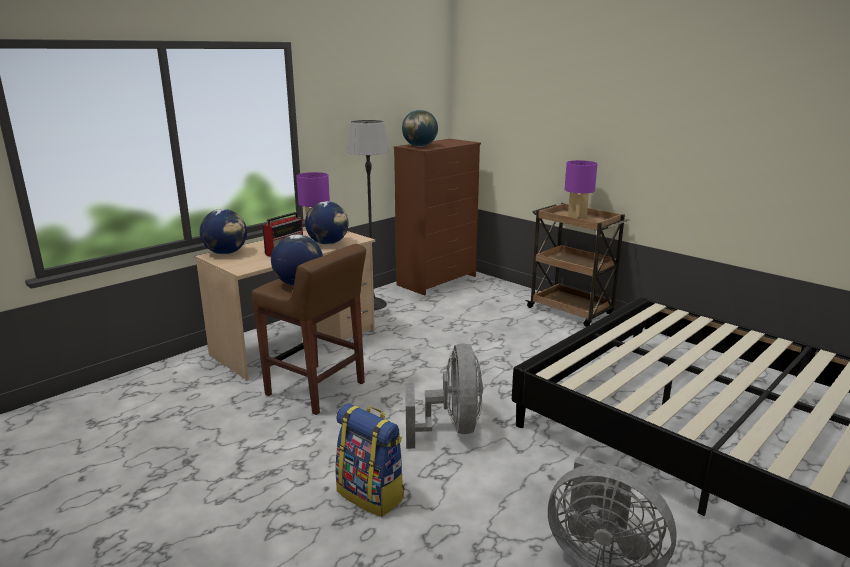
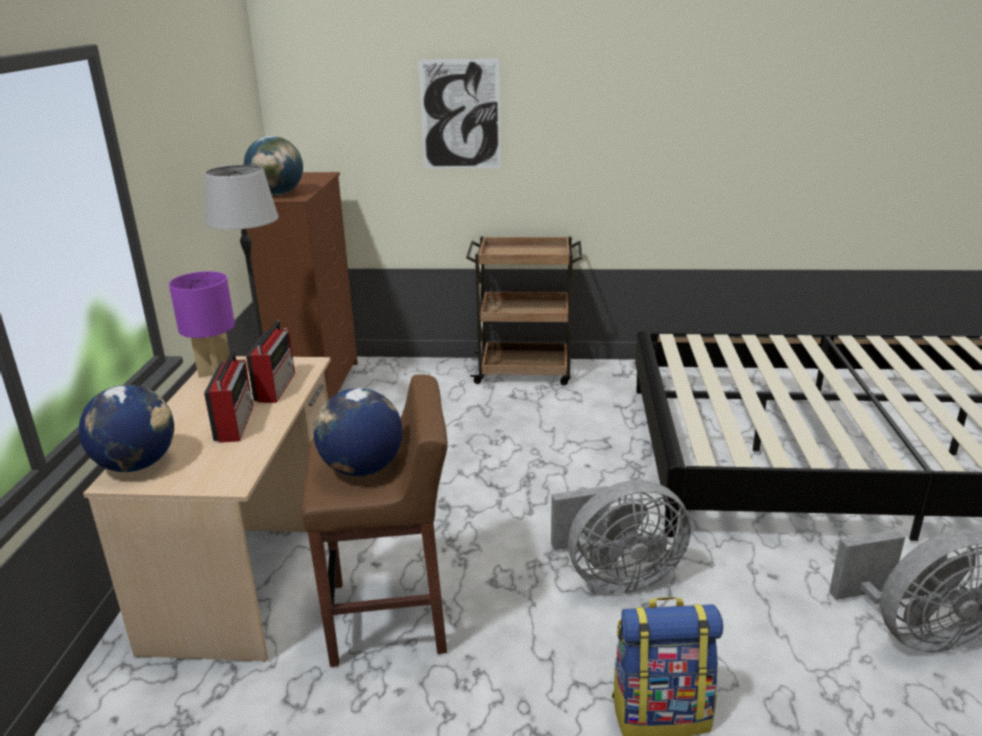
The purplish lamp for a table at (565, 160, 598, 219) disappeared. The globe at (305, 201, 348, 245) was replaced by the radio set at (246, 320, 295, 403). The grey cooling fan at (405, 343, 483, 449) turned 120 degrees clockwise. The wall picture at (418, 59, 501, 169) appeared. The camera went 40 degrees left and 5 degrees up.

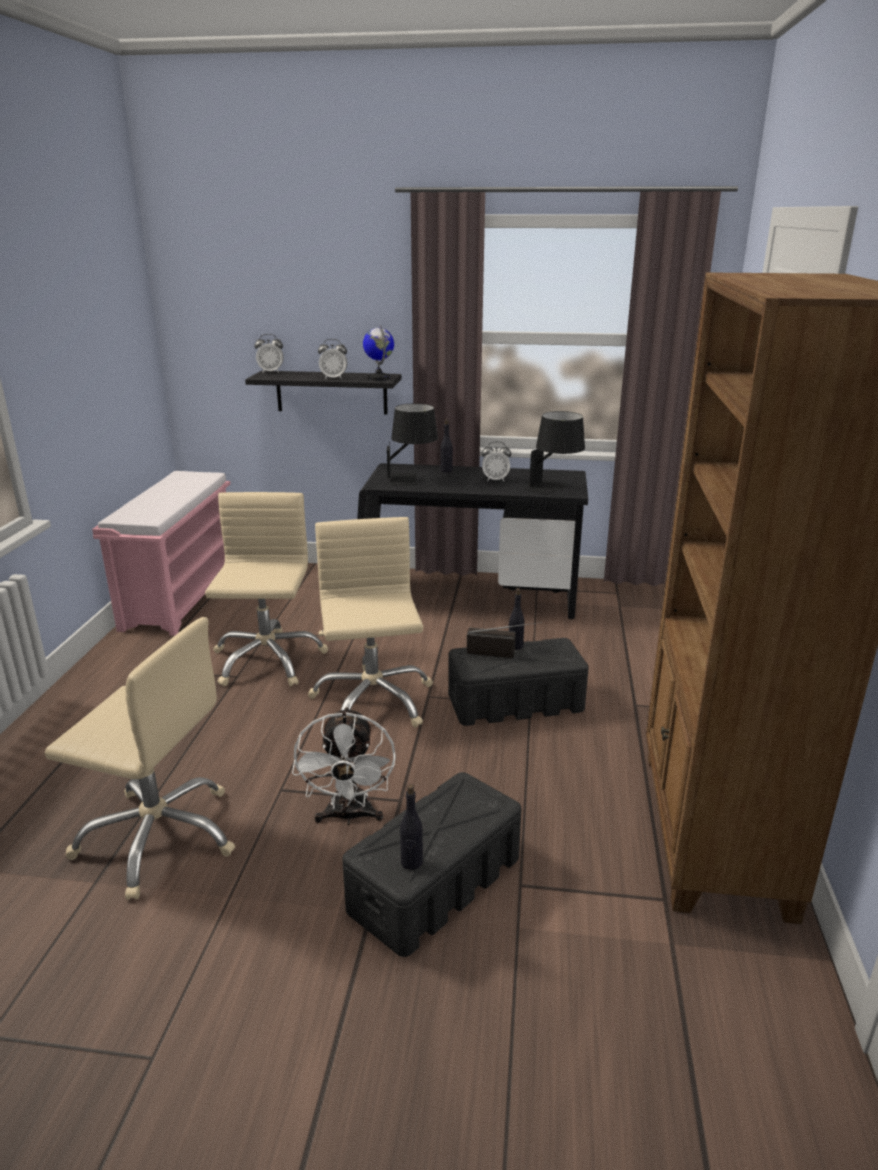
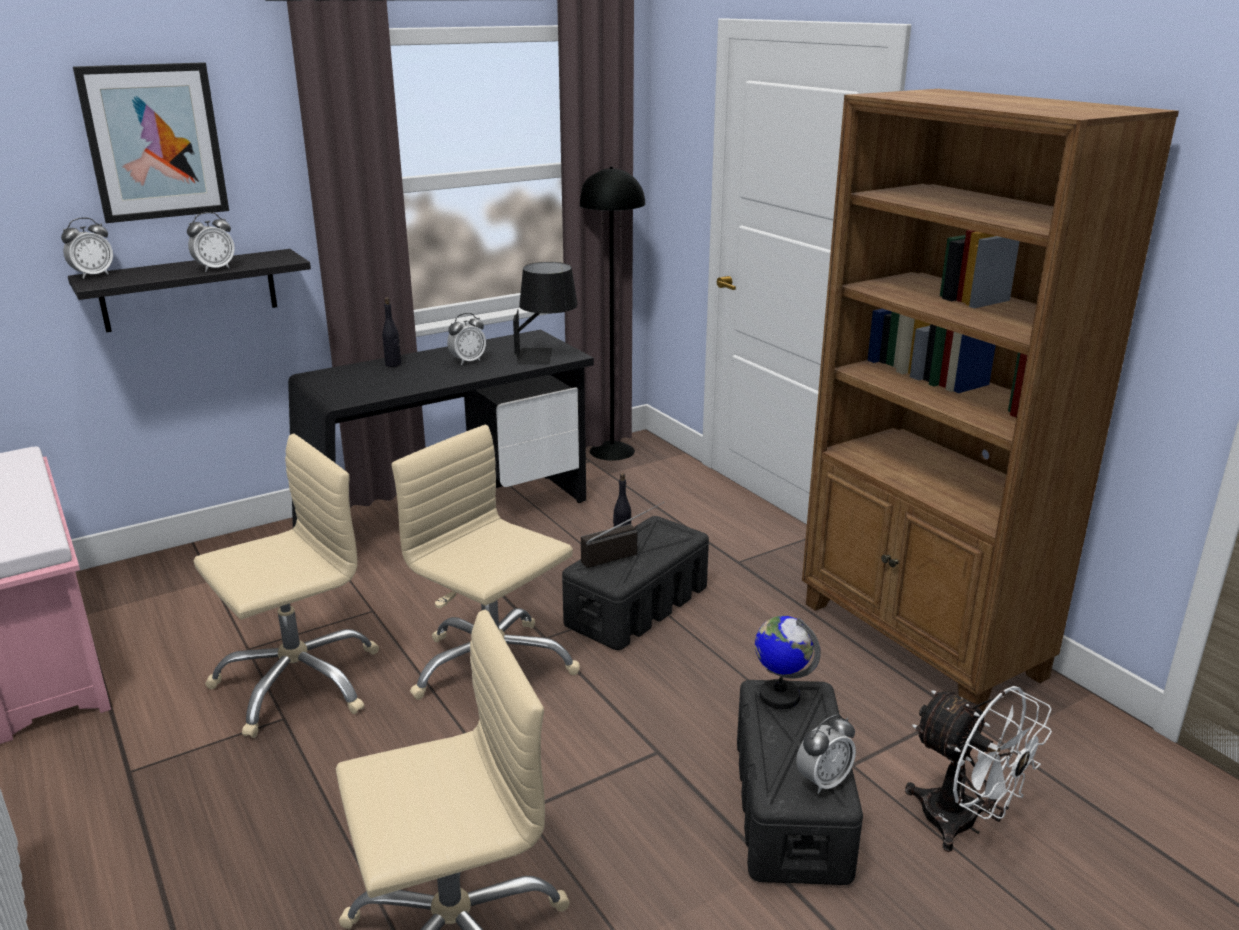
The globe moved from (363, 325, 394, 381) to (755, 616, 821, 709). The blackish lamp for a table at (387, 403, 438, 486) disappeared. The beige desk chair at (205, 492, 328, 686) turned 90 degrees clockwise. The white cooling fan moved from (292, 706, 396, 825) to (905, 686, 1052, 852). The blackish drink bottle at (400, 784, 423, 870) was replaced by the alarm clock at (796, 714, 856, 794). The wall picture at (73, 62, 229, 223) appeared. The blackish floor lamp at (580, 167, 645, 461) appeared. The camera went 40 degrees left and 0 degrees up.

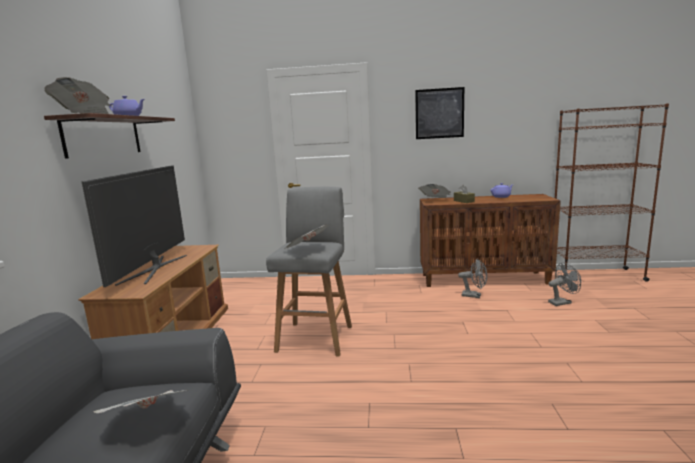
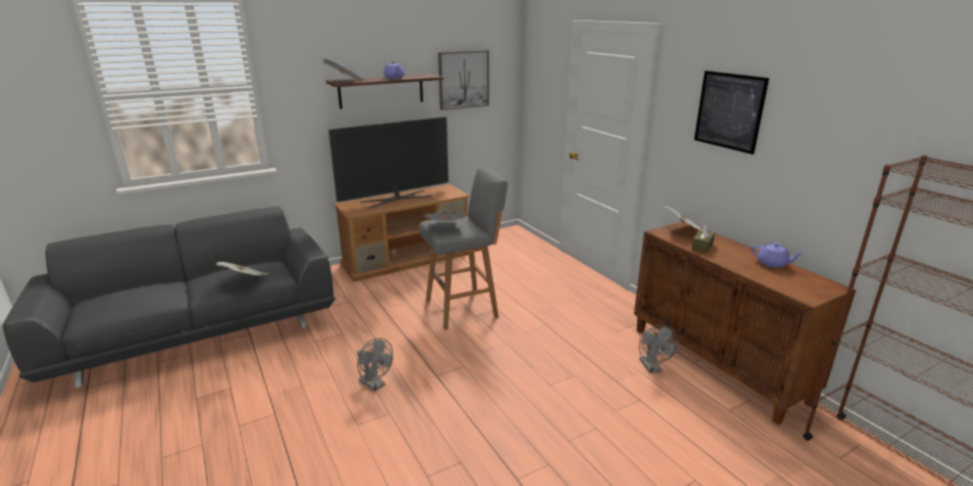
The grey cooling fan moved from (548, 263, 581, 306) to (357, 338, 393, 391). The wall picture at (438, 50, 489, 110) appeared. The camera went 55 degrees right and 10 degrees up.

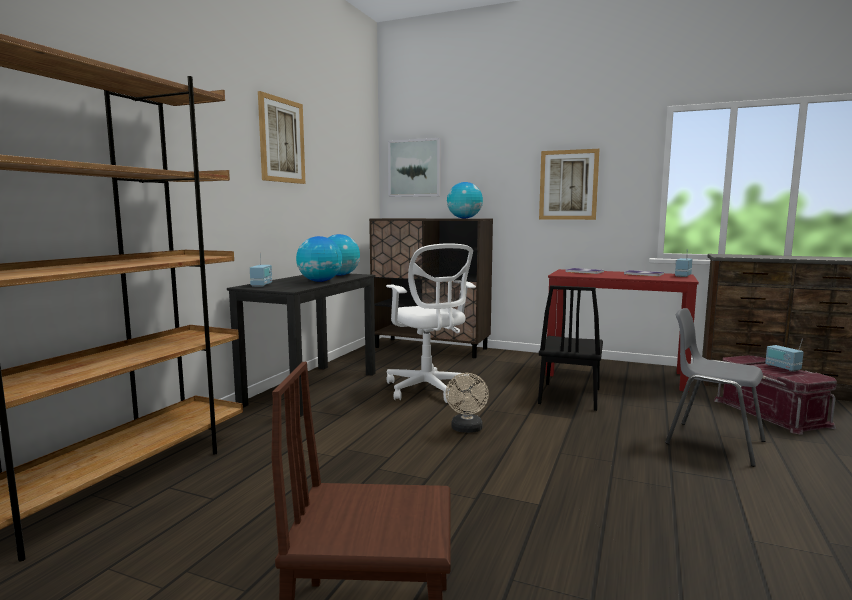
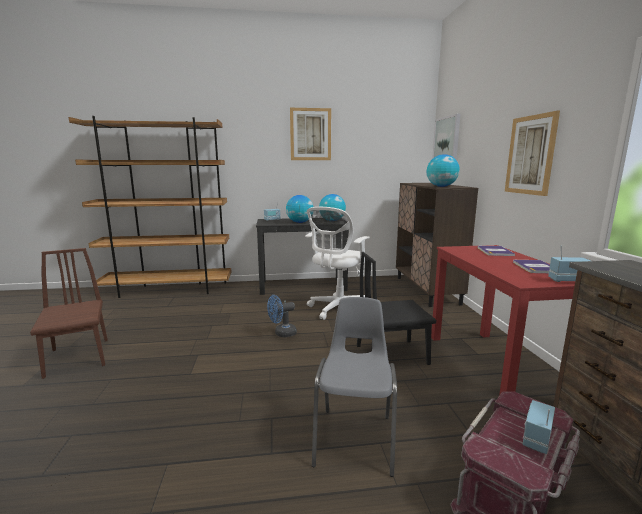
The beige cooling fan at (446, 373, 489, 433) became the blue-coloured cooling fan at (267, 295, 297, 337). The camera went 60 degrees right and 5 degrees up.

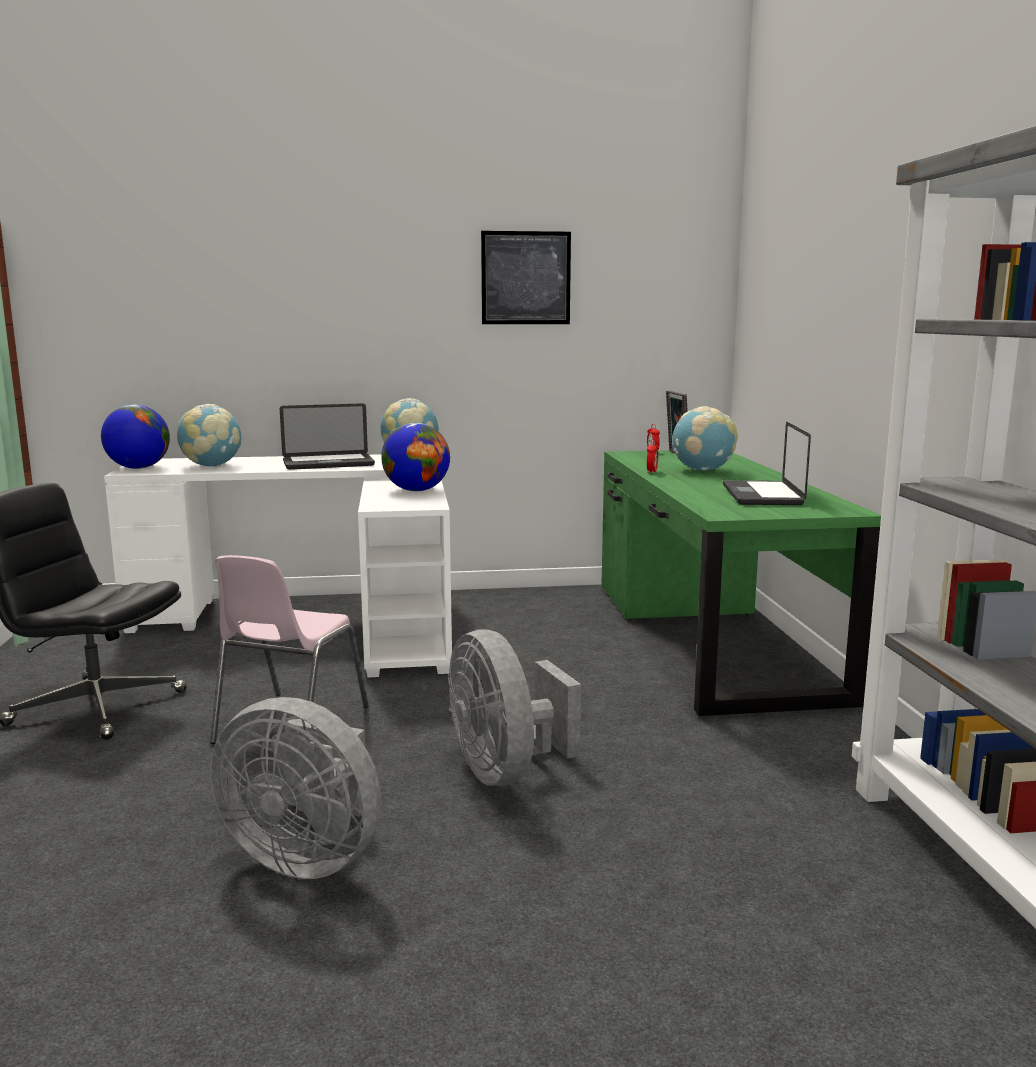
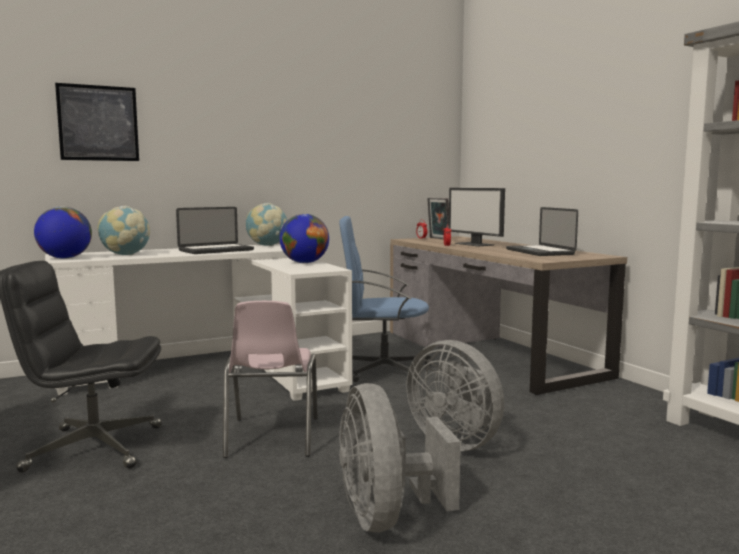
The wall picture moved from (481, 231, 571, 324) to (55, 83, 139, 161). The globe at (672, 406, 738, 471) was replaced by the computer screen at (449, 188, 505, 246). The greenish desk unit at (601, 450, 881, 716) became the brown-coloured desk unit at (390, 236, 627, 395). The grey cooling fan at (210, 697, 381, 879) turned 75 degrees clockwise. The blue-coloured desk chair at (339, 216, 431, 382) appeared. The camera went 20 degrees left and 5 degrees down.

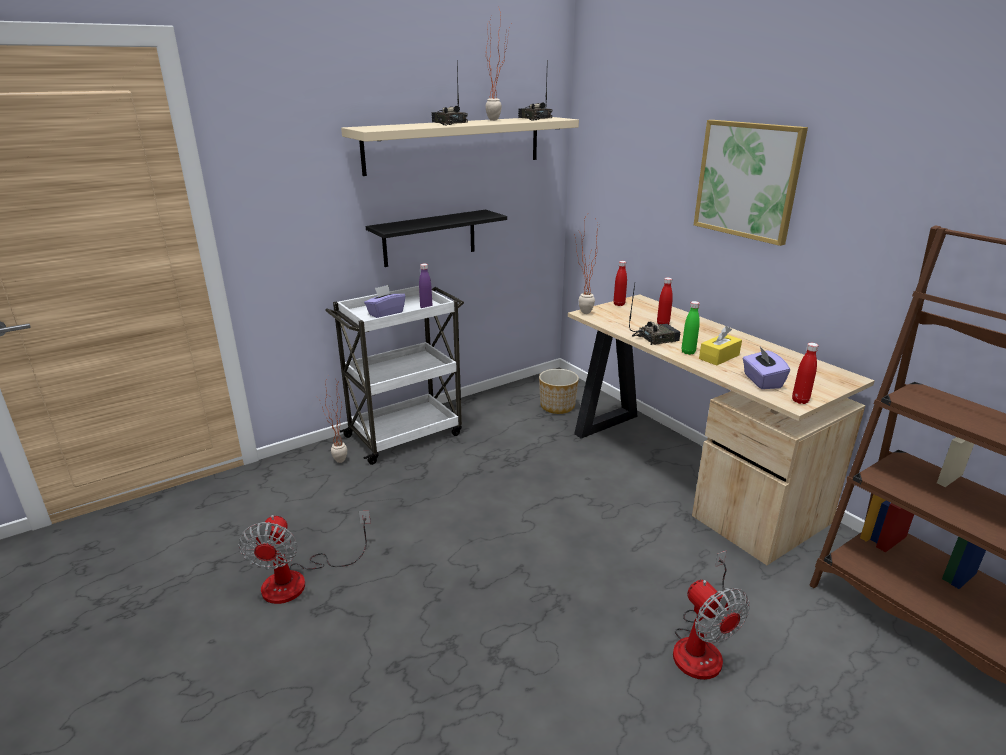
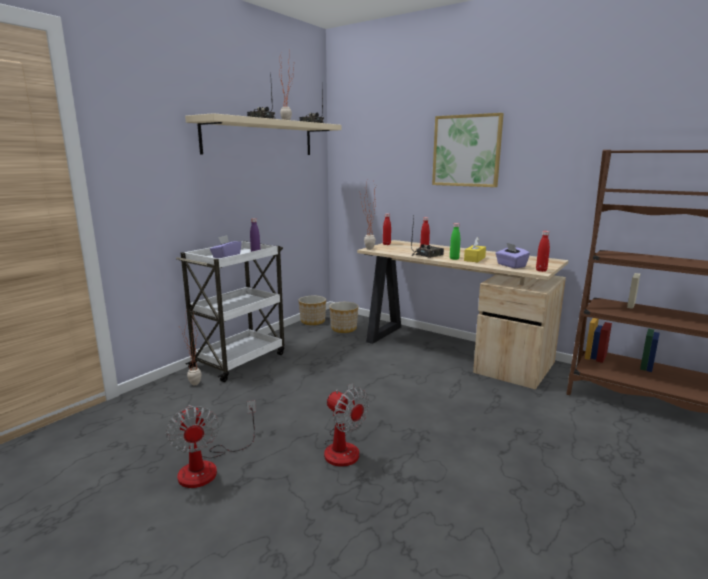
The blackish wall shelf at (366, 210, 507, 267) disappeared. The cooling fan moved from (673, 551, 750, 680) to (324, 383, 369, 467). The planter at (298, 296, 326, 325) appeared. The camera went 20 degrees left and 10 degrees down.

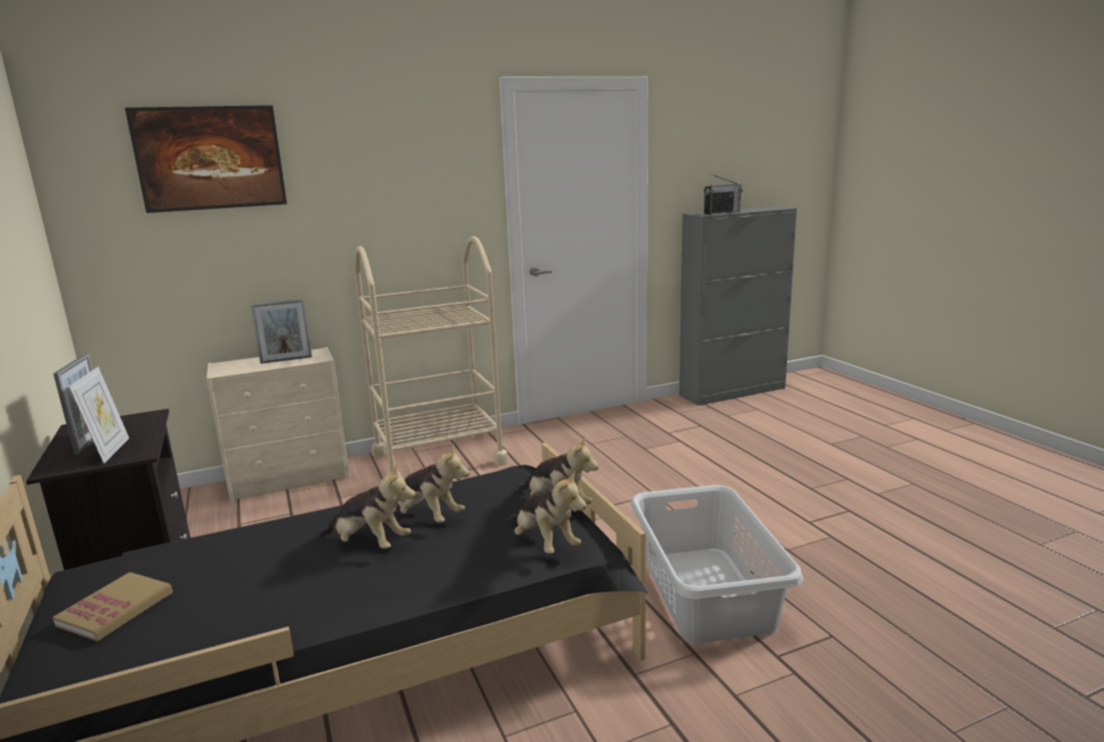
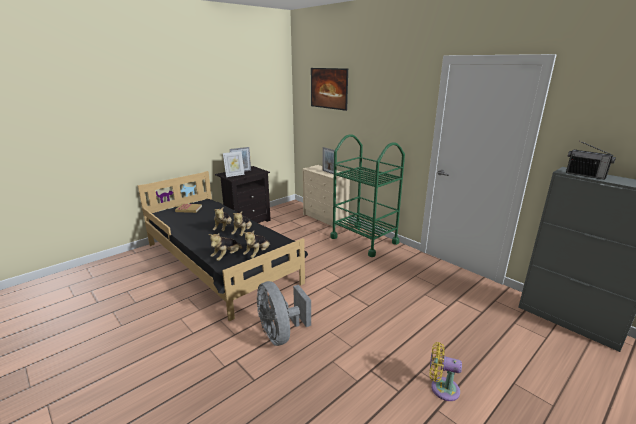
The beige wheeled cart at (354, 236, 508, 476) became the greenish wheeled cart at (330, 134, 405, 257). The grey washing basket at (630, 485, 803, 643) was replaced by the grey cooling fan at (257, 281, 311, 346). The yellow-coloured cooling fan at (429, 342, 462, 401) appeared. The camera went 70 degrees right and 5 degrees up.

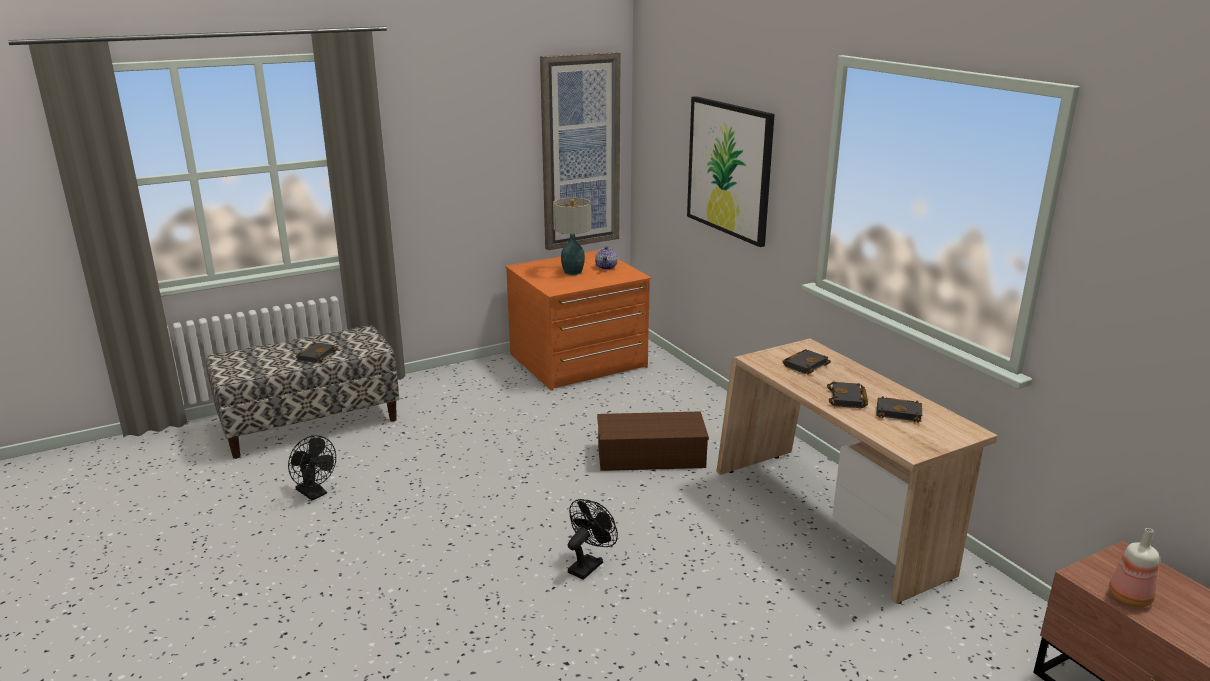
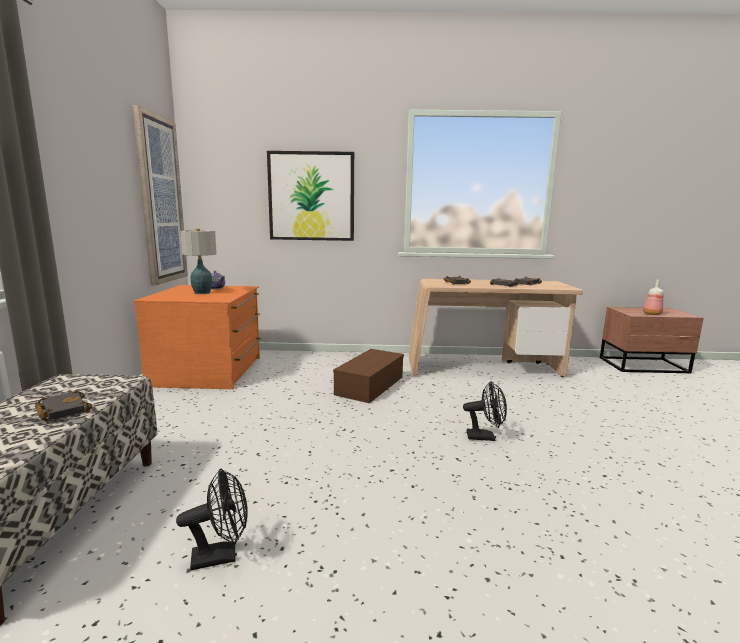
The blackish cooling fan at (568, 499, 618, 580) turned 120 degrees clockwise. The camera went 60 degrees left and 10 degrees down.

